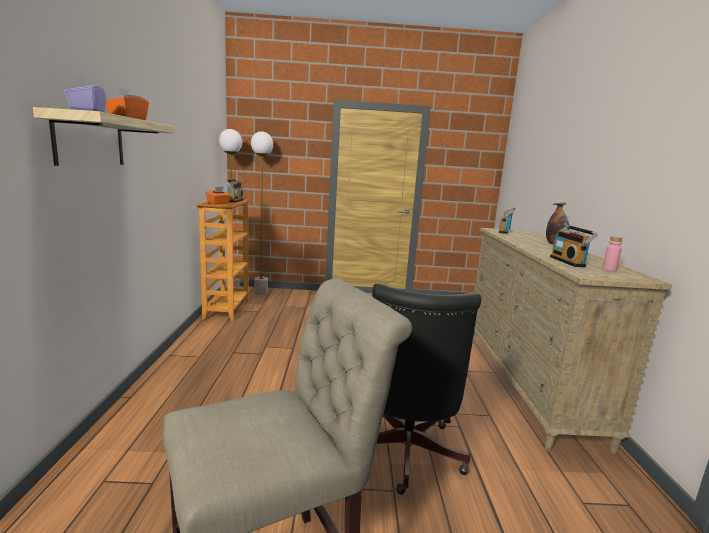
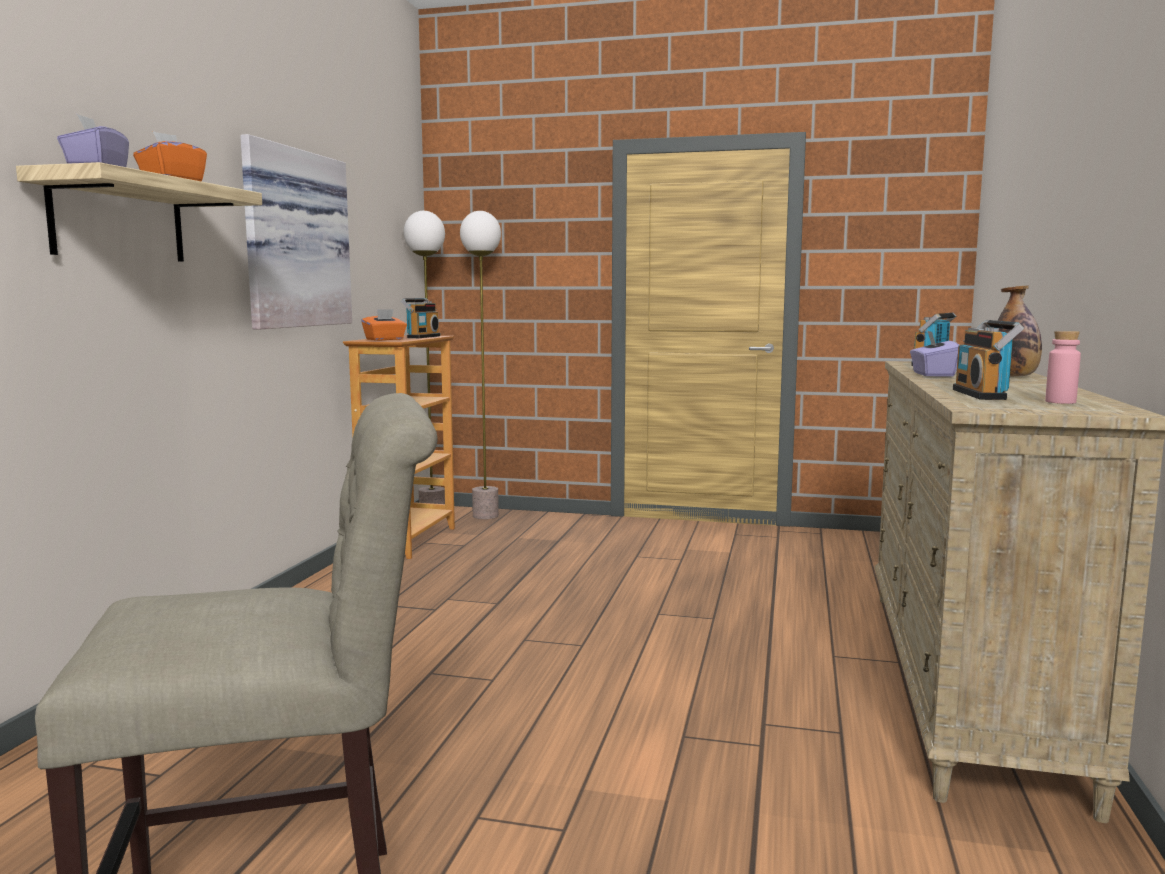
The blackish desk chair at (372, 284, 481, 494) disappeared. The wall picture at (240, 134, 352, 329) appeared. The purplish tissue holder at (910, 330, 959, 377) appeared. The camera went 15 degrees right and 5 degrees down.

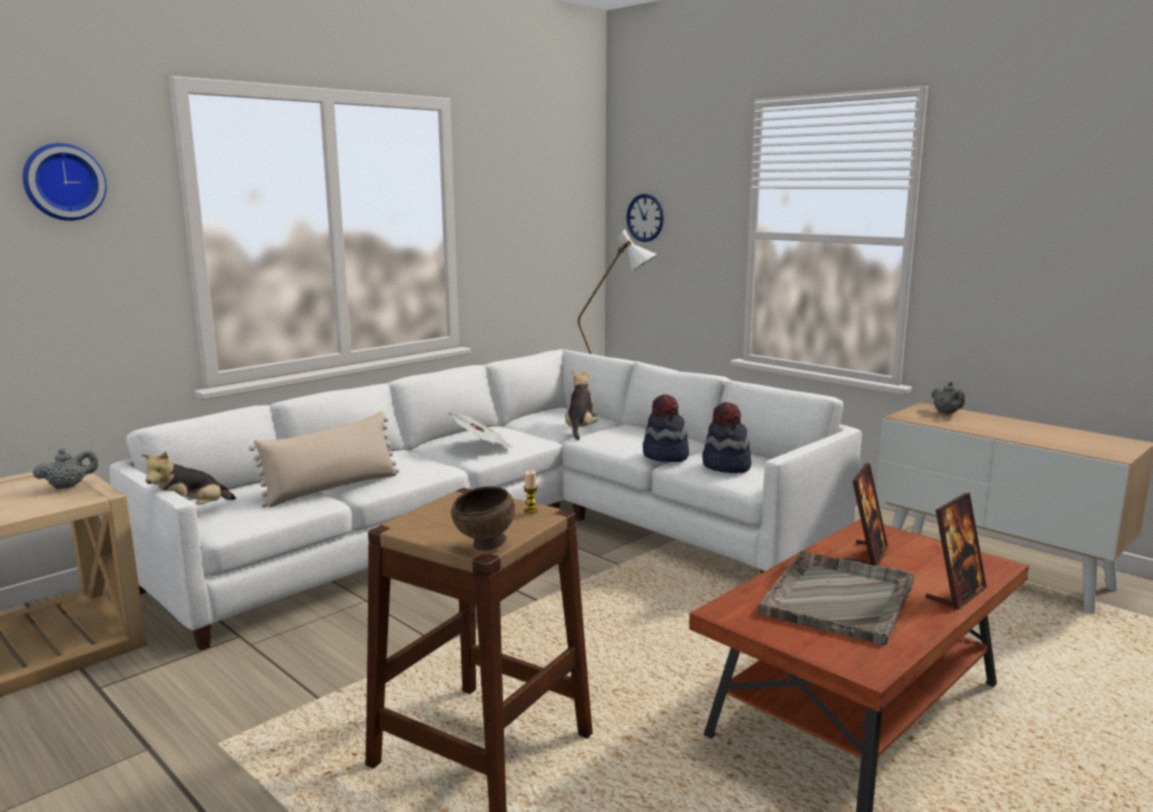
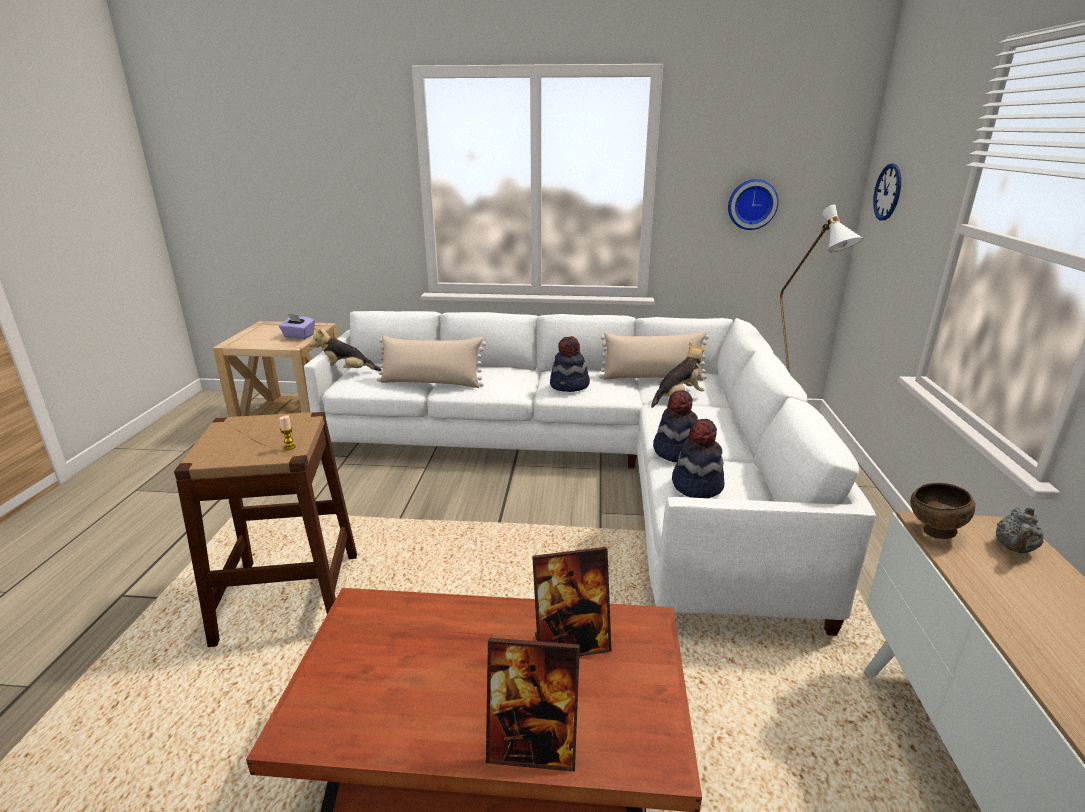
The hanging clock moved from (22, 143, 107, 221) to (728, 179, 779, 230). The printed paper at (446, 412, 512, 447) was replaced by the hat at (550, 336, 590, 392). The grey teapot at (33, 448, 98, 489) was replaced by the purplish tissue holder at (279, 314, 315, 339). The brown-coloured bowl moved from (451, 486, 515, 551) to (910, 483, 975, 539). The grey tray at (758, 551, 914, 645) disappeared. The beige pillow at (599, 331, 709, 381) appeared. The camera went 50 degrees right and 10 degrees up.

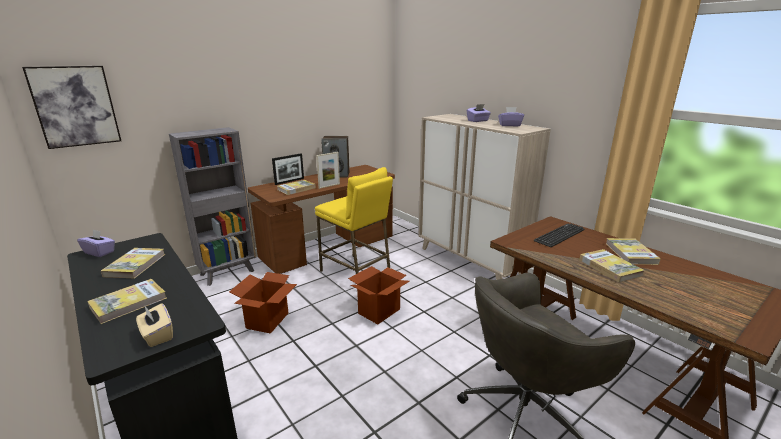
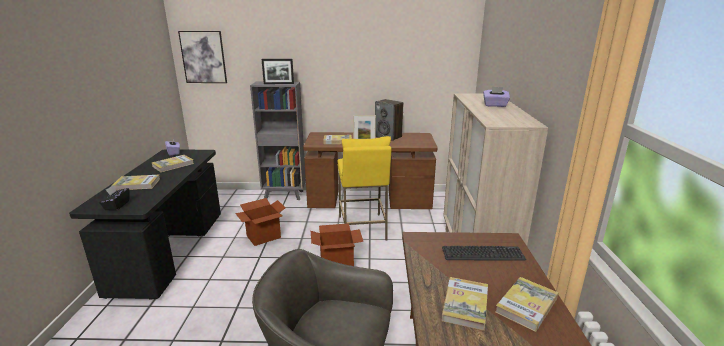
The purplish tissue holder at (498, 107, 524, 126) disappeared. The picture frame moved from (272, 153, 304, 185) to (262, 59, 294, 84). The beige tissue holder at (136, 303, 173, 347) became the blackish tissue holder at (99, 185, 130, 211). The camera went 40 degrees right and 0 degrees up.

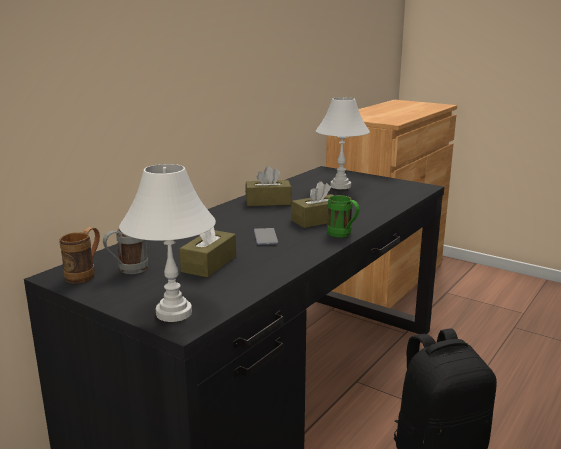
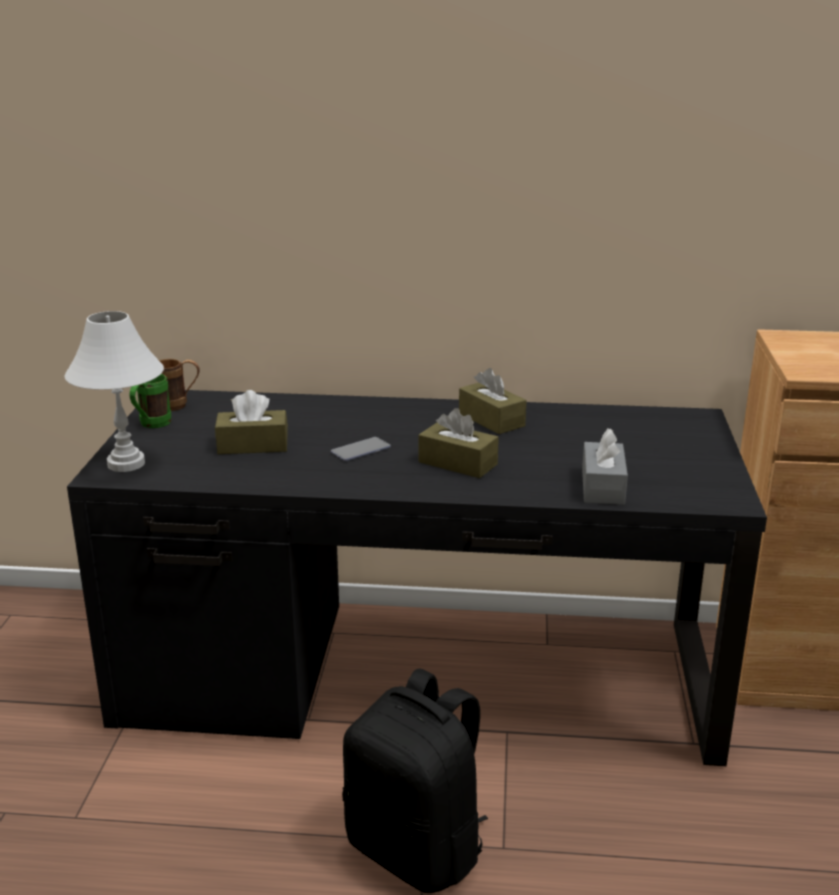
The white lamp for a table at (316, 97, 370, 189) disappeared. The greenish tea mug moved from (327, 195, 360, 238) to (129, 374, 171, 428). The grey tea mug at (103, 229, 148, 274) disappeared. The grey tissue holder at (582, 428, 628, 505) appeared. The camera went 60 degrees right and 5 degrees up.

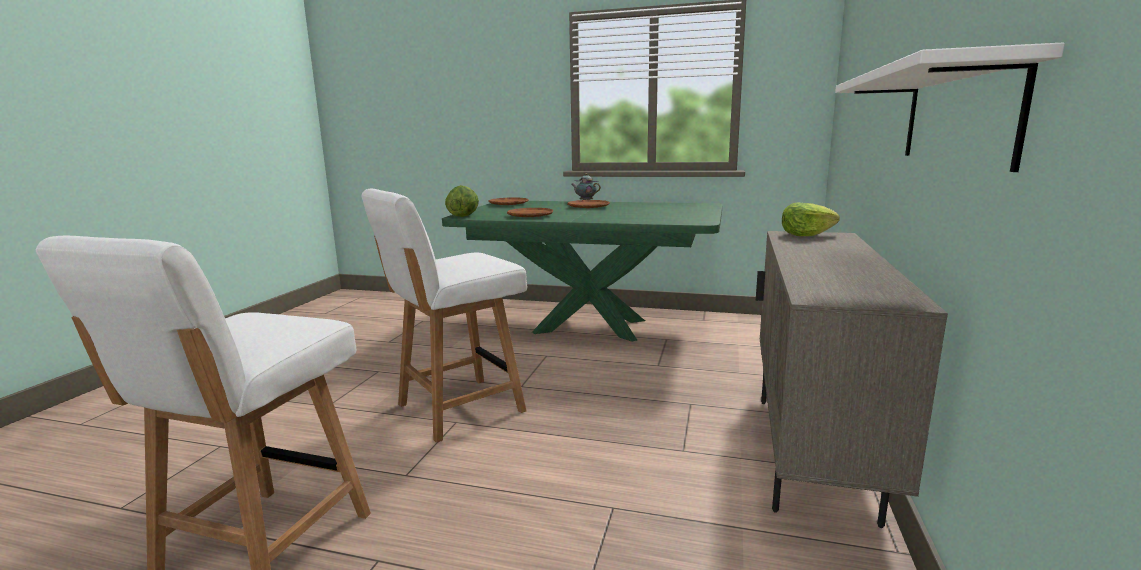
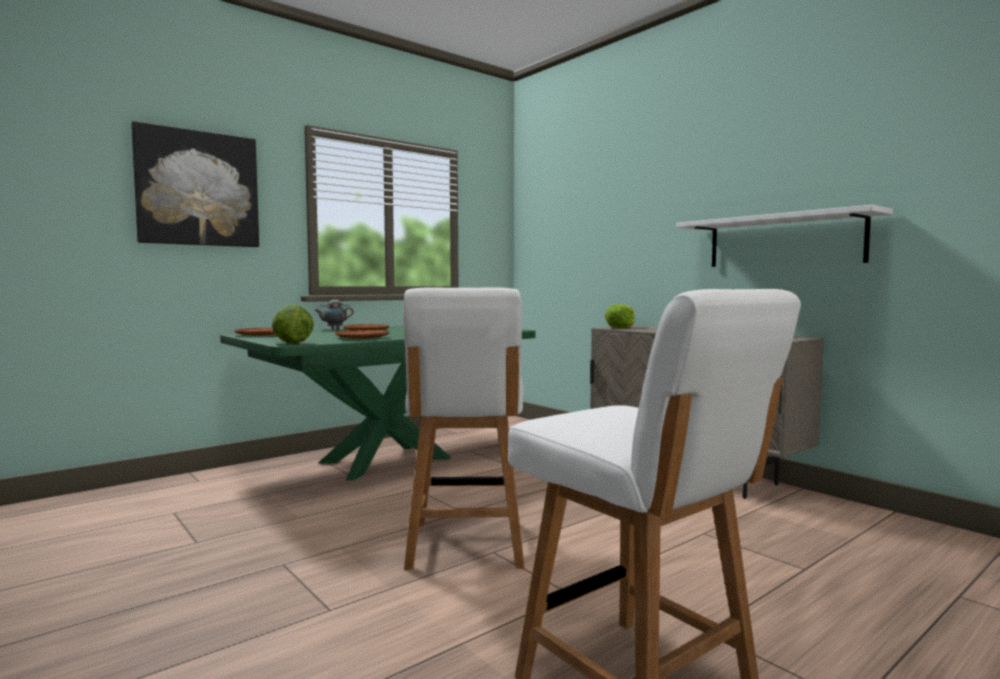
The wall picture at (131, 121, 259, 247) appeared. The camera went 55 degrees left and 10 degrees down.

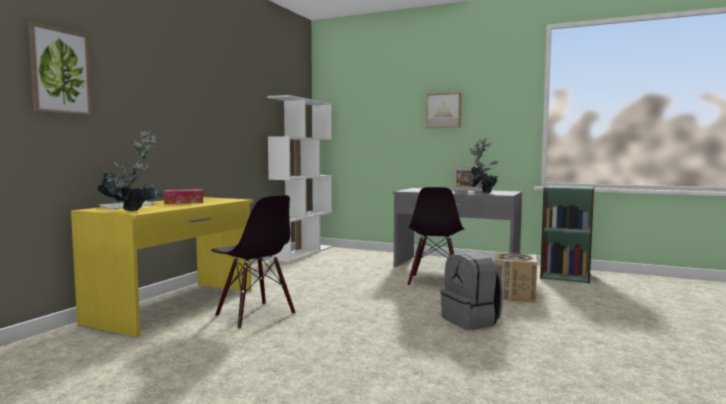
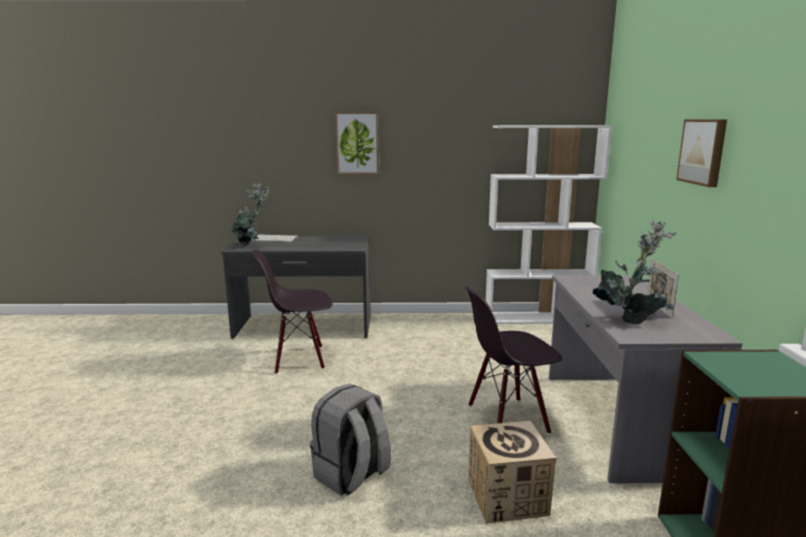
The wall picture moved from (28, 22, 92, 116) to (335, 111, 379, 174). The tissue holder at (164, 189, 203, 204) disappeared. The blackish plain chair at (211, 195, 296, 329) turned 60 degrees clockwise. The yellow-coloured desk unit at (71, 197, 253, 337) became the grey desk unit at (221, 236, 371, 339). The camera went 65 degrees right and 10 degrees up.

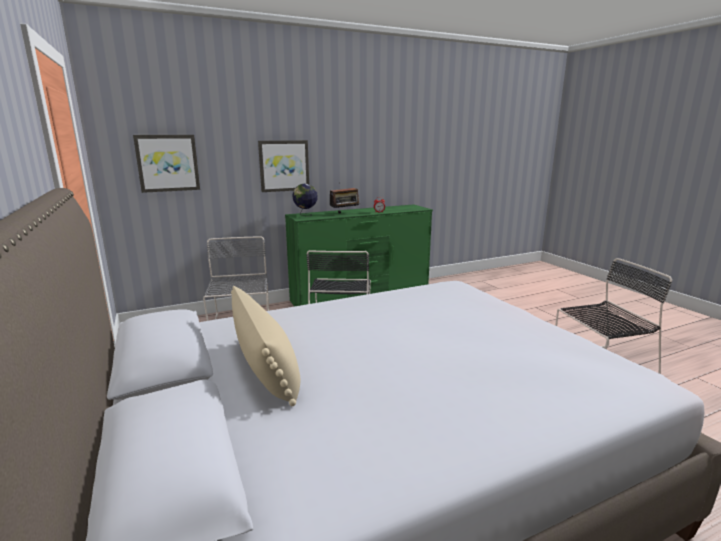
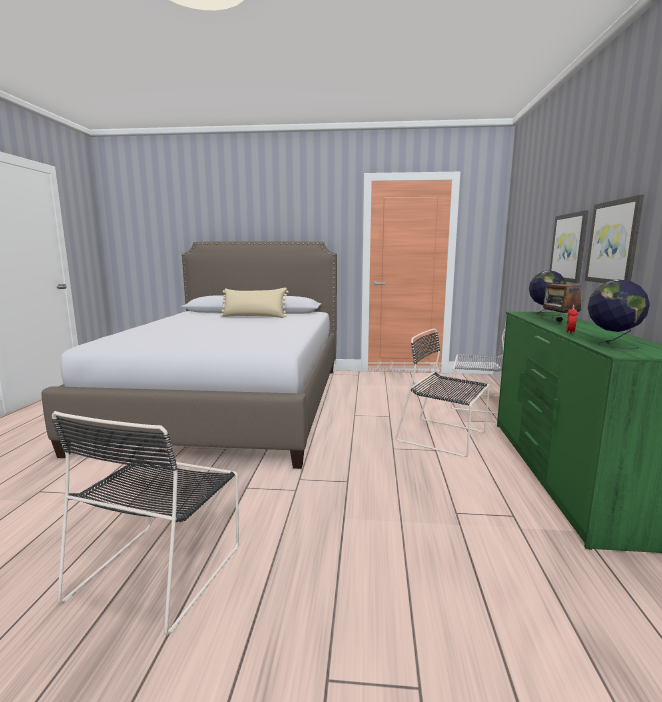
The wall picture moved from (133, 135, 200, 193) to (585, 195, 644, 283). The globe at (588, 279, 650, 349) appeared. The camera went 120 degrees right and 5 degrees down.

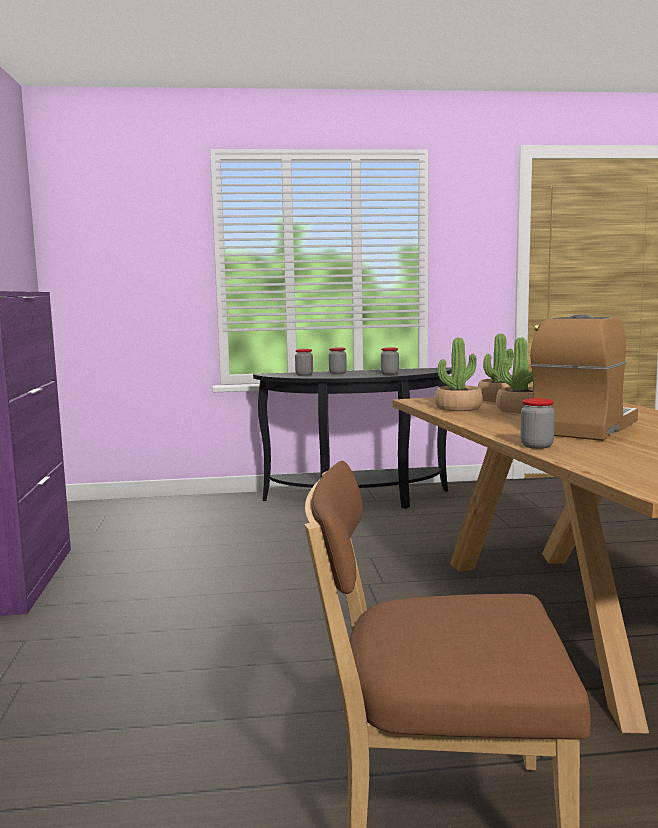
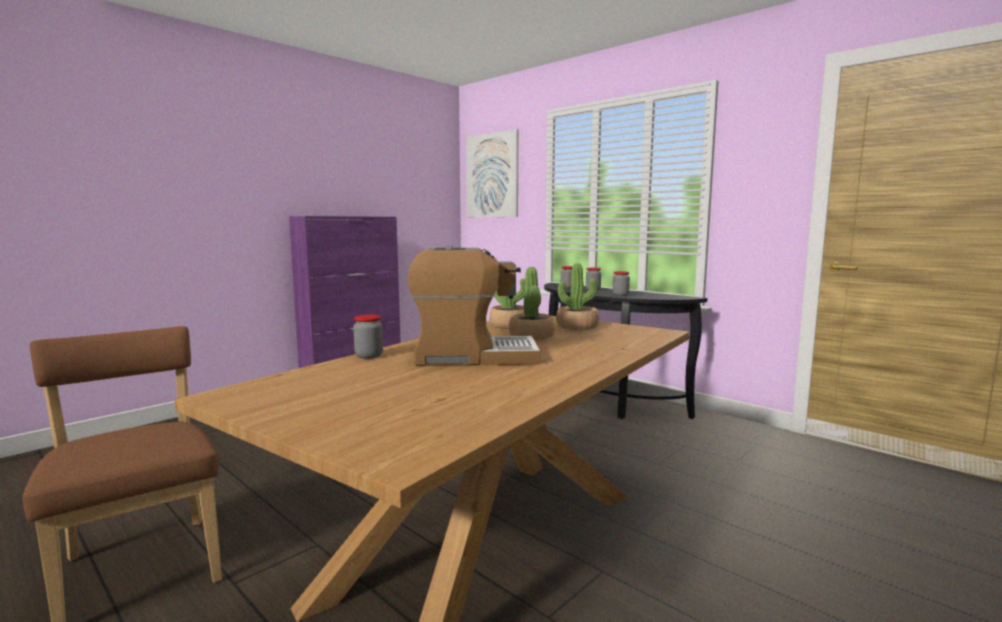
The wall picture at (466, 129, 518, 217) appeared. The camera went 50 degrees right and 0 degrees up.

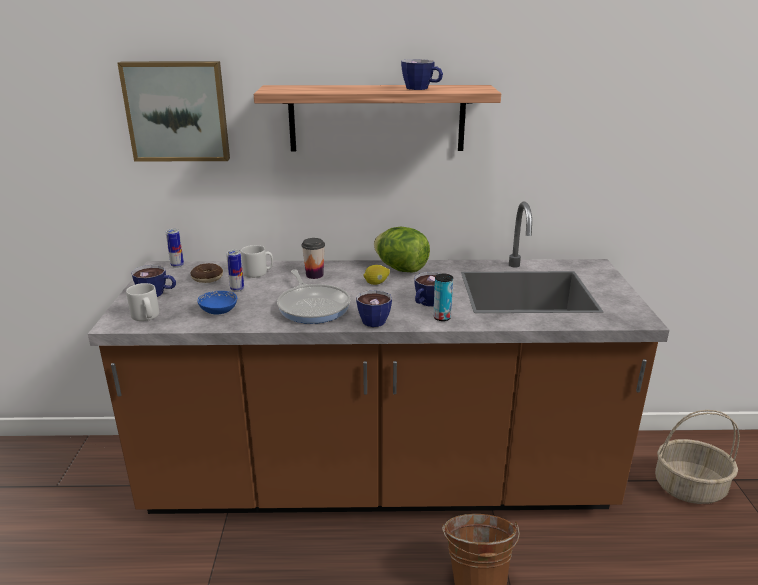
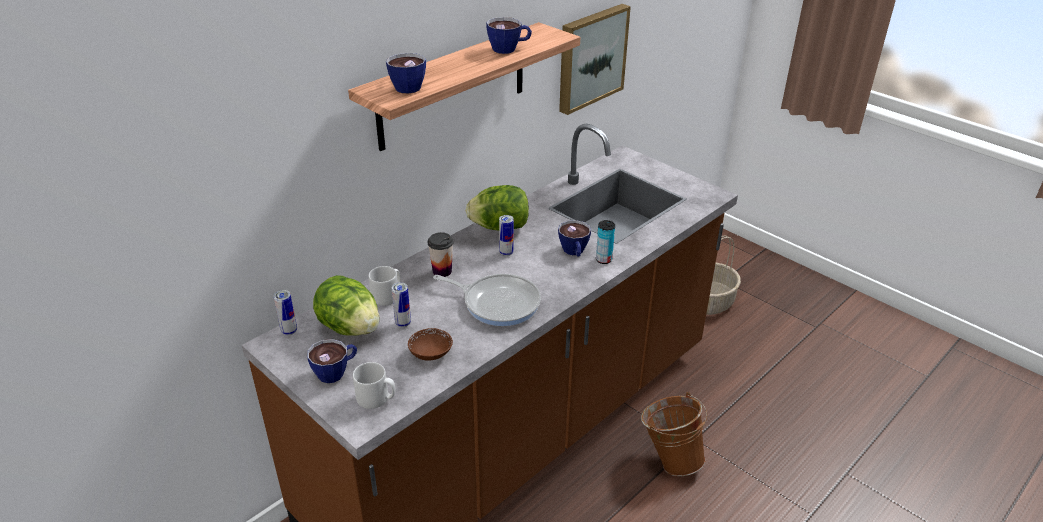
The wall picture moved from (118, 61, 230, 162) to (559, 4, 631, 115). The doughnut at (191, 263, 223, 283) was replaced by the head of lettuce at (313, 275, 379, 335). The lemon at (363, 265, 390, 285) was replaced by the sealed can at (499, 215, 514, 256). The drinking cup moved from (356, 290, 392, 327) to (386, 53, 426, 93). The blue-coloured bowl at (198, 291, 237, 314) became the brown-coloured bowl at (408, 328, 453, 361). The camera went 45 degrees left and 10 degrees up.

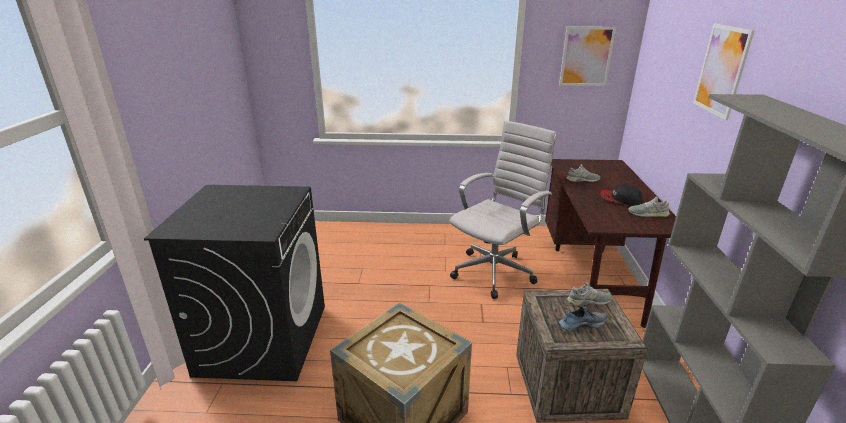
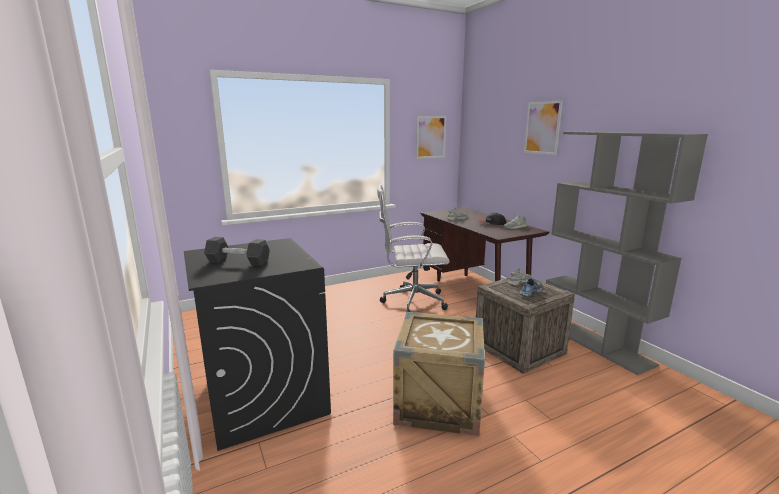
The white desk chair at (450, 121, 556, 299) turned 105 degrees counterclockwise. The blackish free weight at (204, 237, 270, 266) appeared. The camera went 30 degrees left and 10 degrees down.

